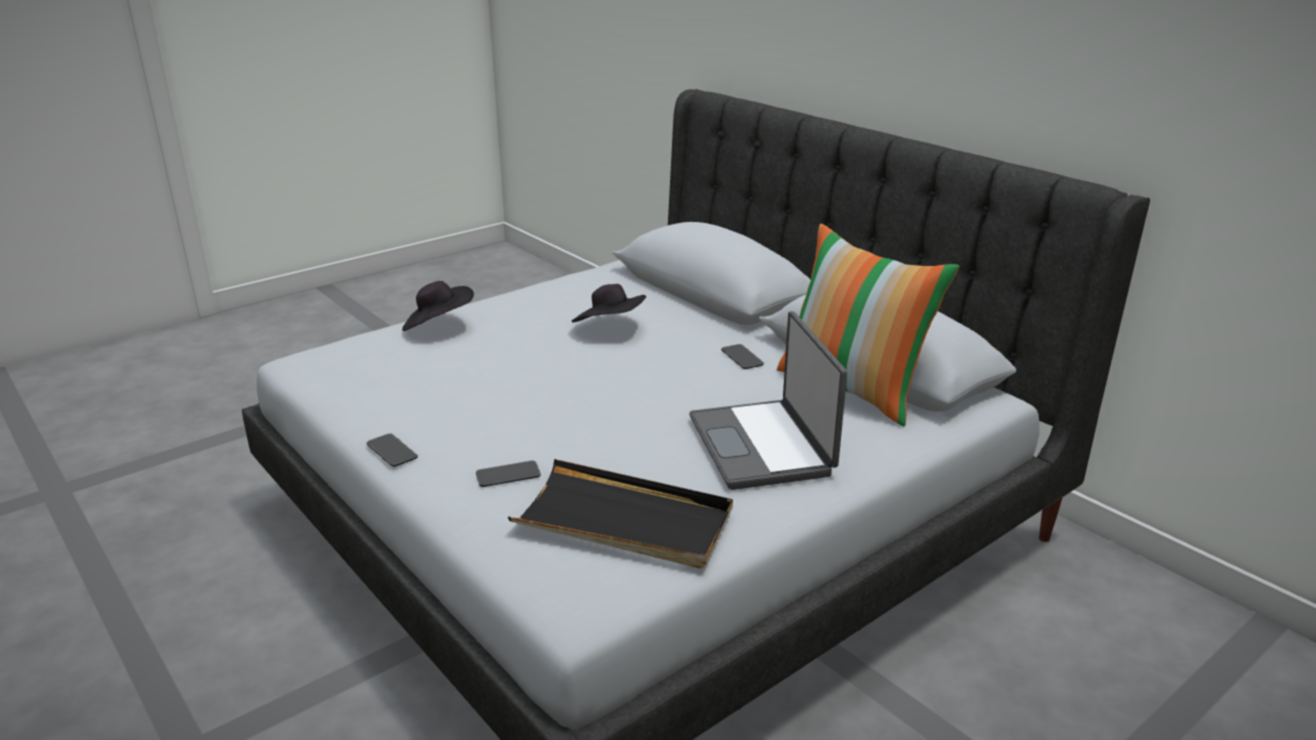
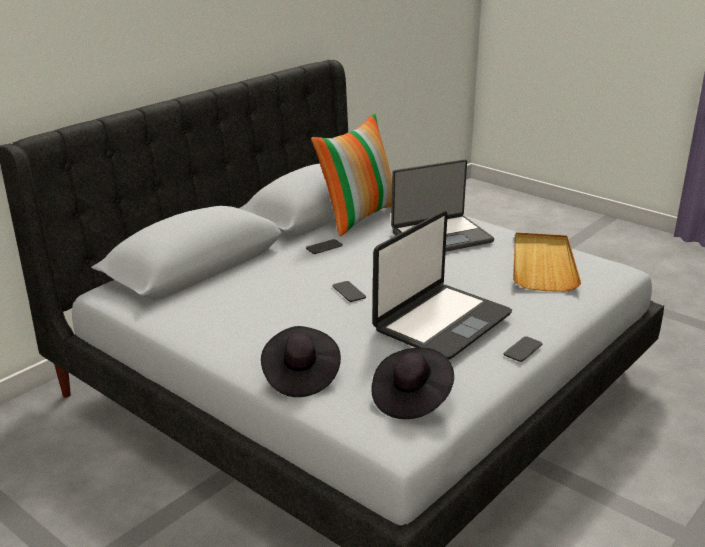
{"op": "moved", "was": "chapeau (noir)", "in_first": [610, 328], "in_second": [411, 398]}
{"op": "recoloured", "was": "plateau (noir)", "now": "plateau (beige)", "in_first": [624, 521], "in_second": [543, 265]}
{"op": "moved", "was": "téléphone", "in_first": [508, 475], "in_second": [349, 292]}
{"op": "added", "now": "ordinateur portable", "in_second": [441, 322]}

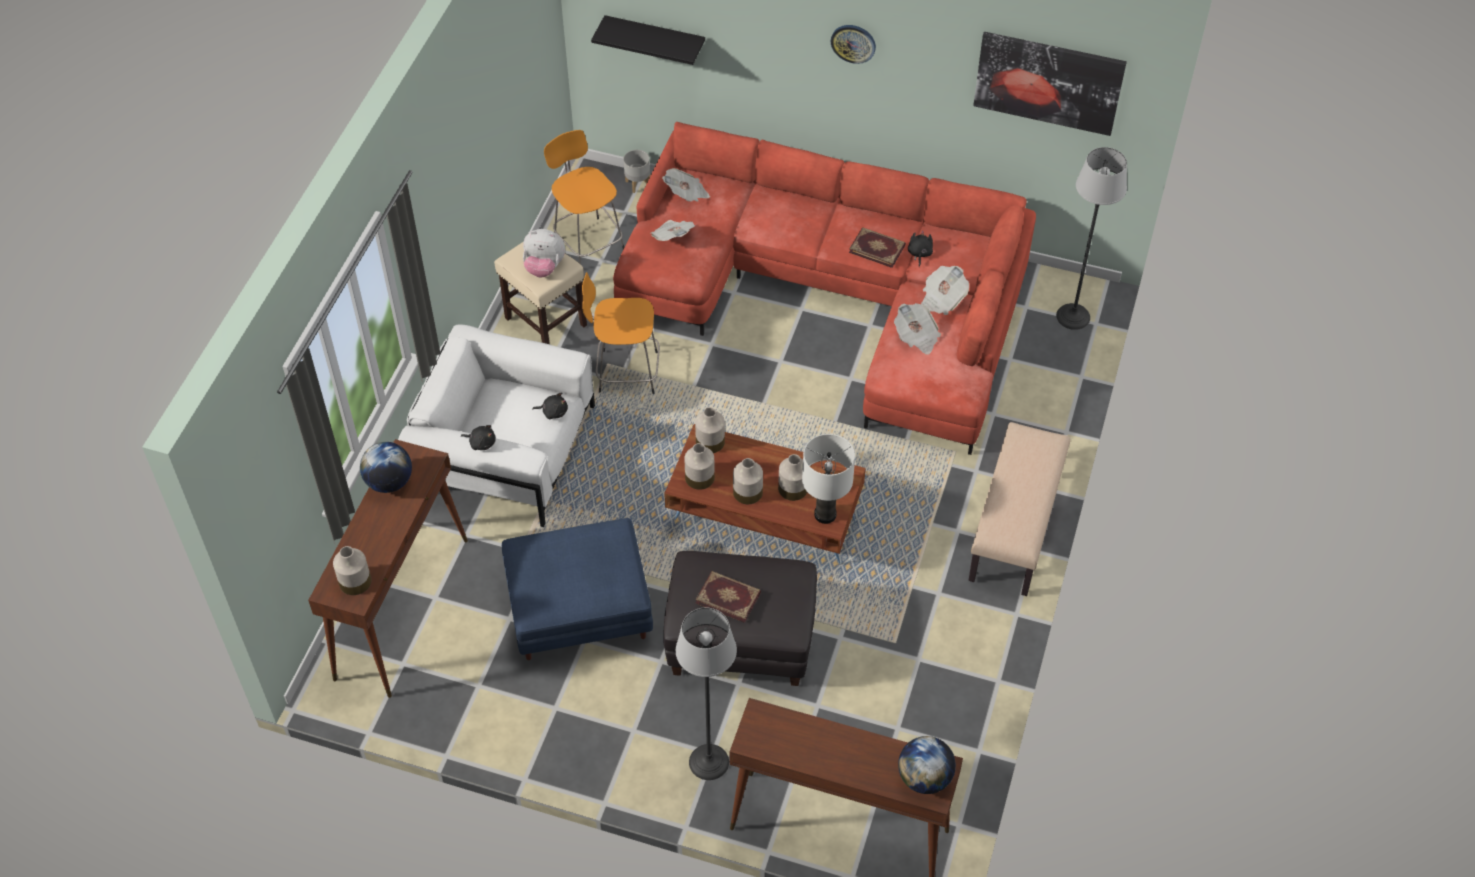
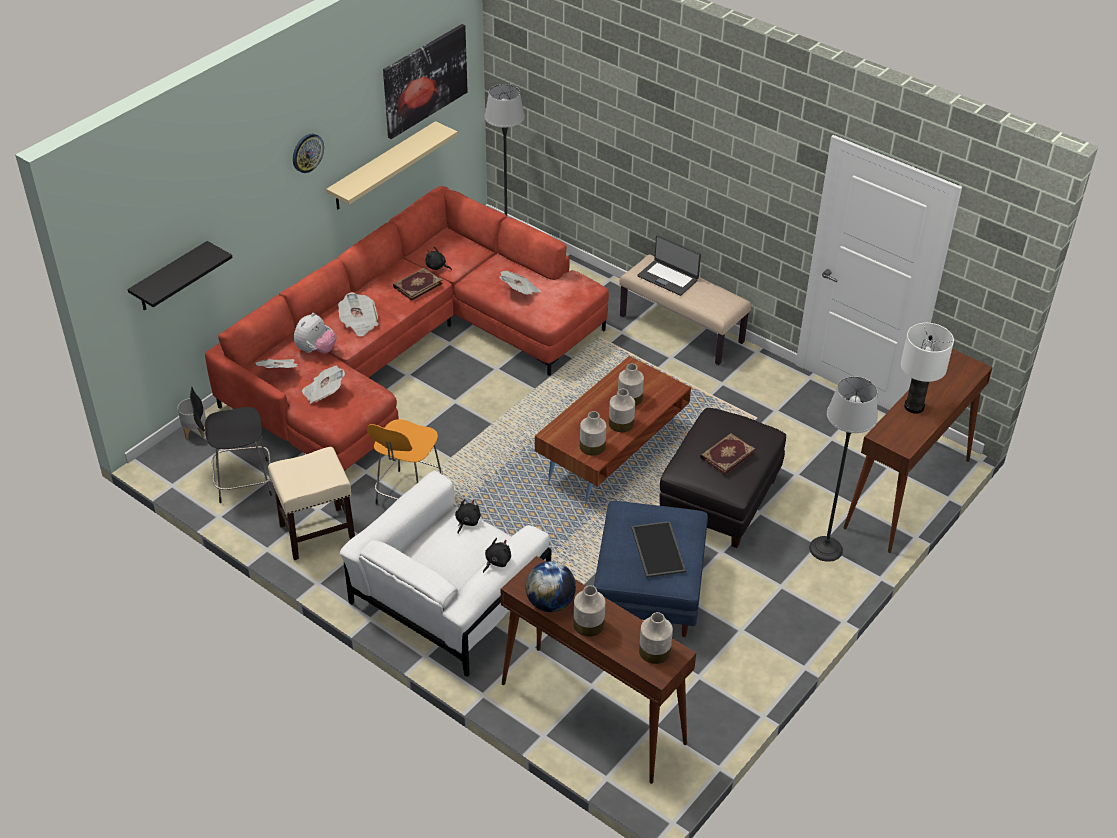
{"op": "recoloured", "was": "tabouret (orange)", "now": "tabouret (noir)", "in_first": [587, 242], "in_second": [241, 481]}
{"op": "moved", "was": "peluche", "in_first": [544, 267], "in_second": [316, 350]}
{"op": "moved", "was": "journal", "in_first": [942, 299], "in_second": [359, 323]}
{"op": "moved", "was": "vase (beige)", "in_first": [710, 441], "in_second": [588, 623]}
{"op": "moved", "was": "lampe de table (blanc)", "in_first": [825, 514], "in_second": [913, 406]}
{"op": "removed", "was": "globe", "in_first": [924, 777]}
{"op": "added", "now": "étagère (beige)", "in_second": [383, 166]}
{"op": "added", "now": "ordinateur portable", "in_second": [668, 277]}
{"op": "added", "now": "plateau", "in_second": [656, 549]}

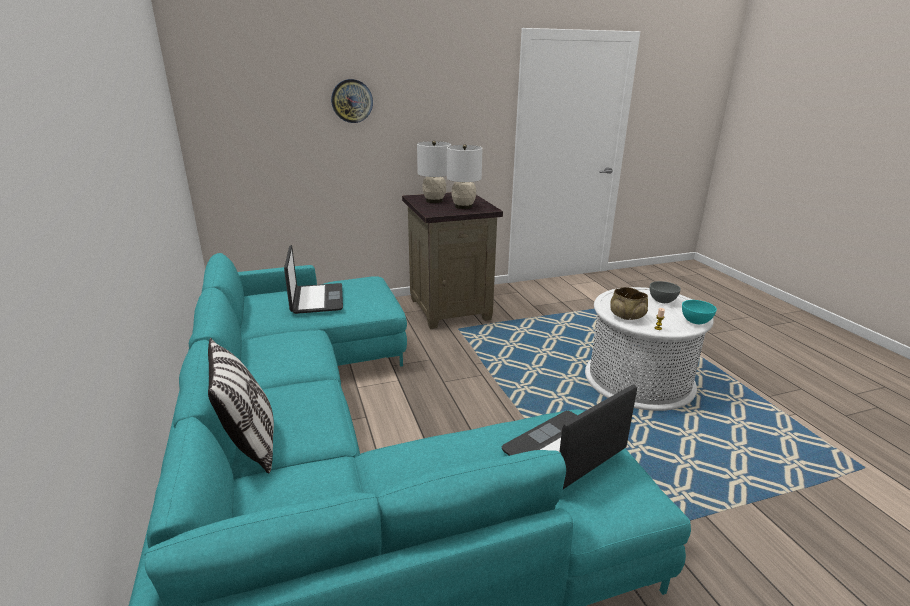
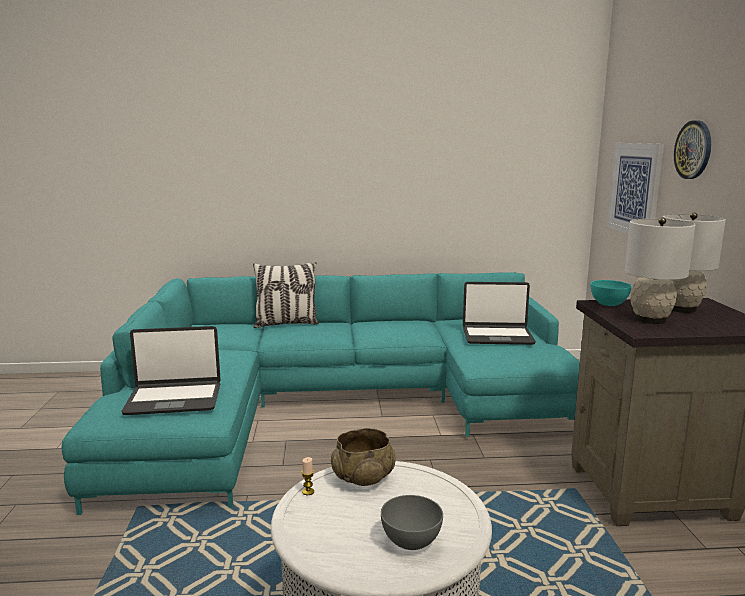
{"op": "moved", "was": "bol (turquoise)", "in_first": [695, 321], "in_second": [608, 304]}
{"op": "turned", "was": "ordinateur portable", "in_first": [564, 452], "in_second": [174, 399], "clockwise": 105}
{"op": "added", "now": "tableau", "in_second": [635, 189]}

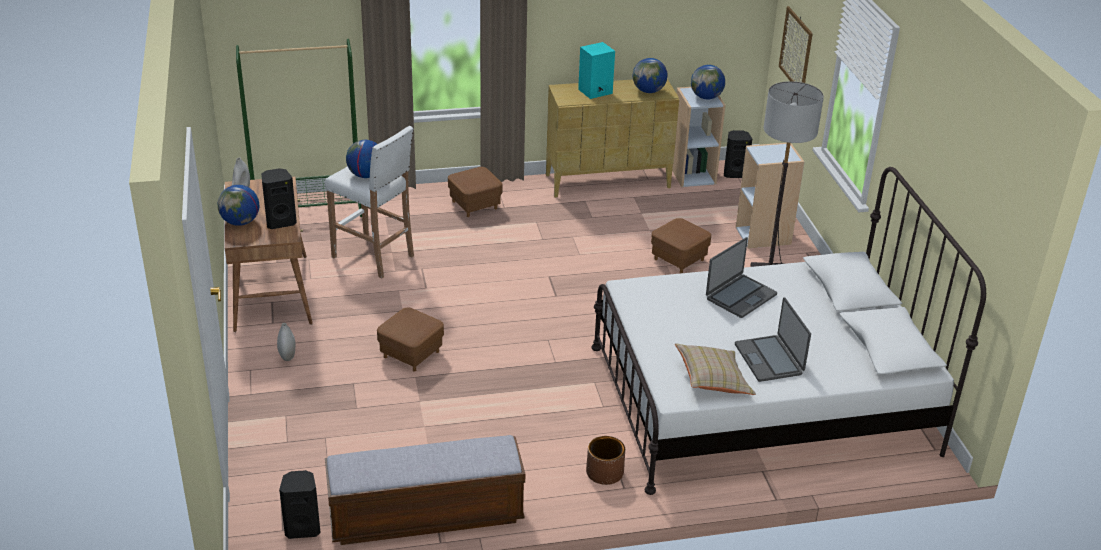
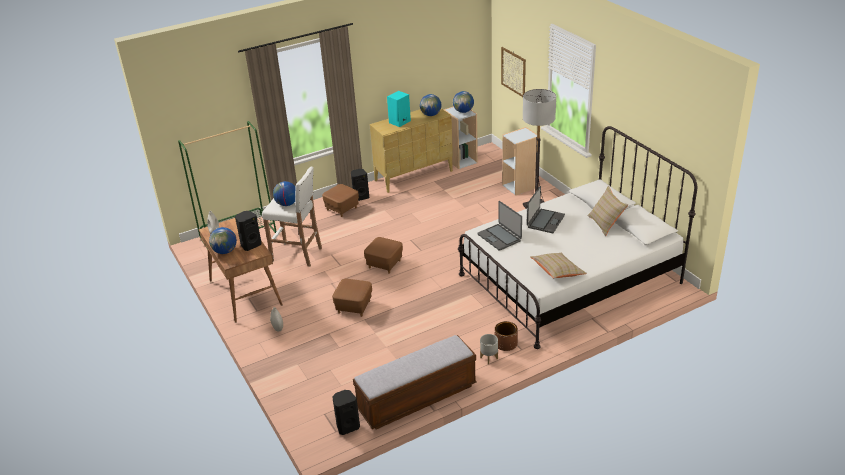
{"op": "moved", "was": "enceinte (noir)", "in_first": [734, 173], "in_second": [360, 197]}
{"op": "moved", "was": "pouf (marron)", "in_first": [679, 259], "in_second": [384, 264]}
{"op": "moved", "was": "ordinateur portable", "in_first": [769, 359], "in_second": [499, 237]}
{"op": "added", "now": "coussin (beige)", "in_second": [605, 224]}
{"op": "added", "now": "cache-pot (gris)", "in_second": [488, 358]}

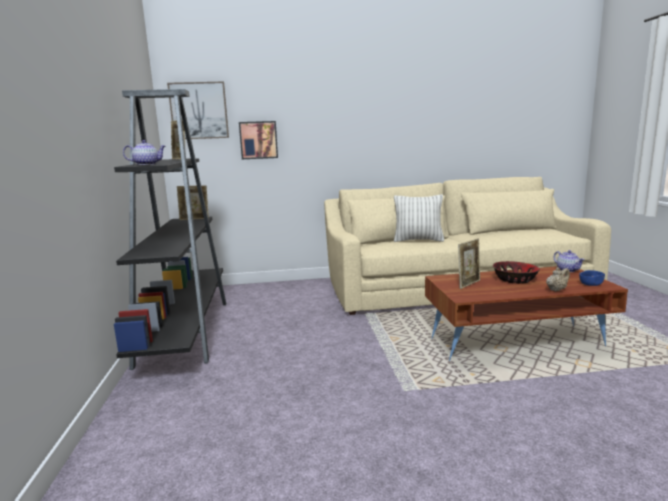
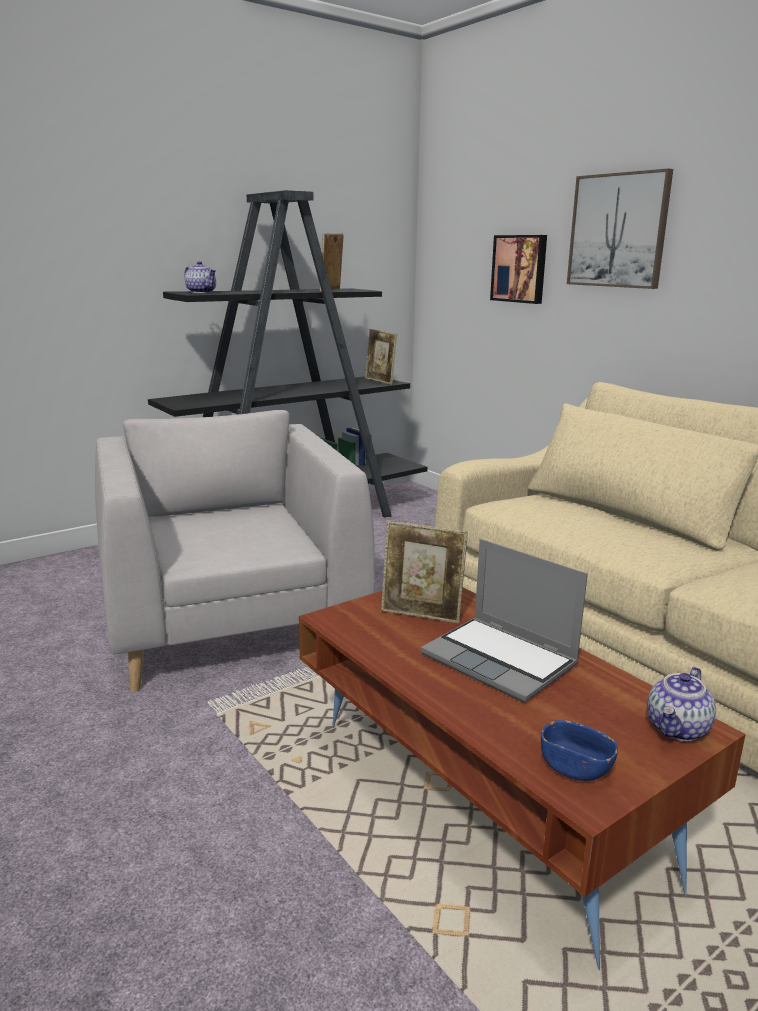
{"op": "moved", "was": "tableau", "in_first": [199, 111], "in_second": [618, 231]}
{"op": "removed", "was": "coussin", "in_first": [418, 240]}
{"op": "replaced", "was": "bol", "now": "ordinateur portable", "in_first": [515, 280], "in_second": [501, 660]}
{"op": "removed", "was": "théière (beige)", "in_first": [556, 290]}
{"op": "added", "now": "fauteuil (gris)", "in_second": [230, 621]}

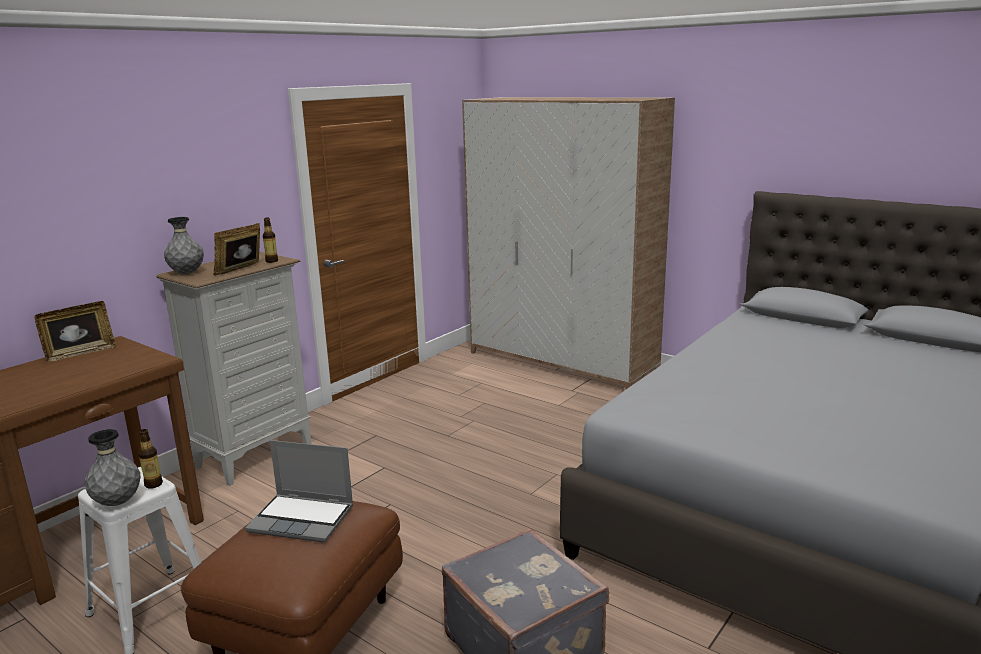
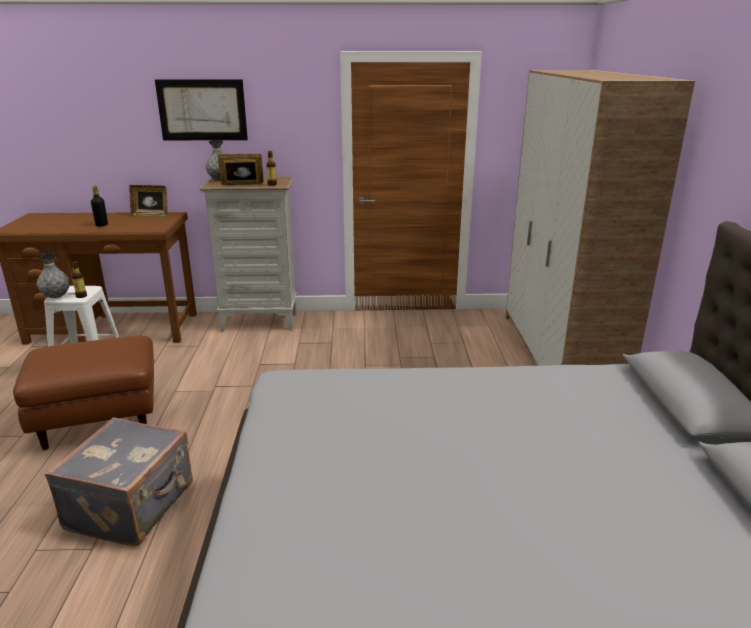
{"op": "removed", "was": "ordinateur portable", "in_first": [303, 519]}
{"op": "added", "now": "tableau", "in_second": [202, 110]}
{"op": "added", "now": "bouteille (noir)", "in_second": [101, 225]}

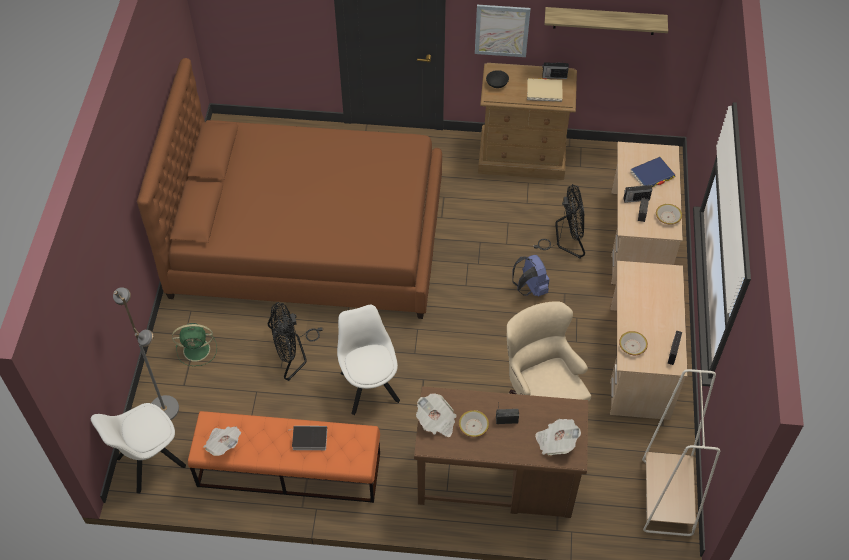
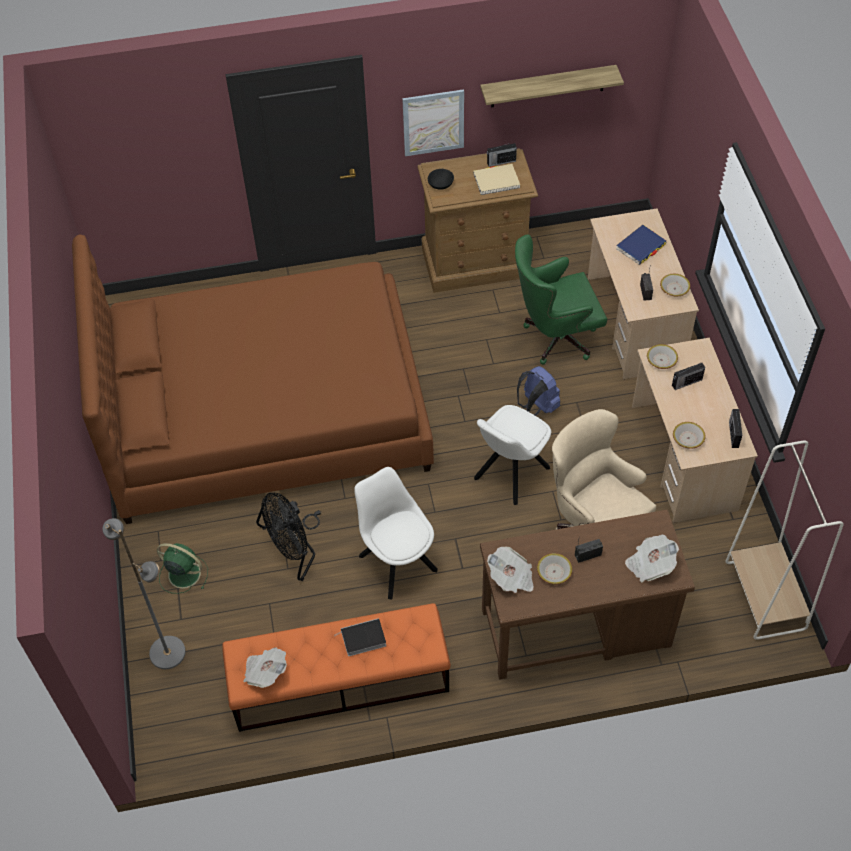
{"op": "replaced", "was": "ventilateur (noir)", "now": "chaise de bureau (vert)", "in_first": [565, 236], "in_second": [555, 339]}
{"op": "moved", "was": "radio", "in_first": [635, 199], "in_second": [686, 382]}
{"op": "turned", "was": "ventilateur (vert)", "in_first": [198, 349], "in_second": [183, 573], "clockwise": -135}
{"op": "moved", "was": "chaise (blanc)", "in_first": [150, 462], "in_second": [511, 473]}
{"op": "added", "now": "bol", "in_second": [661, 360]}

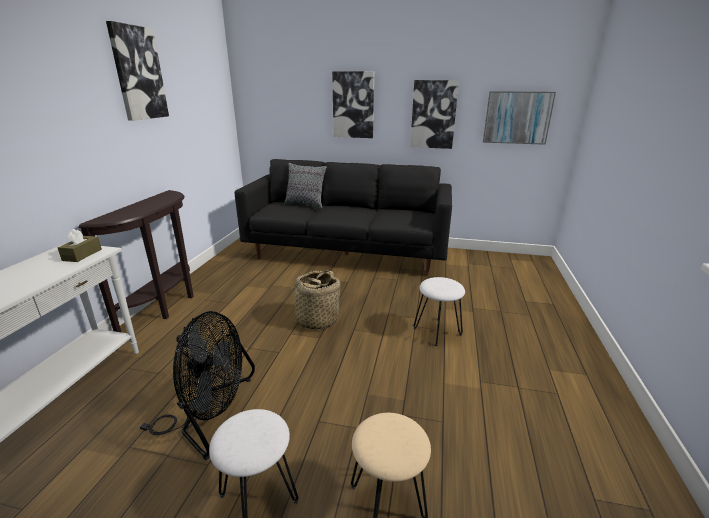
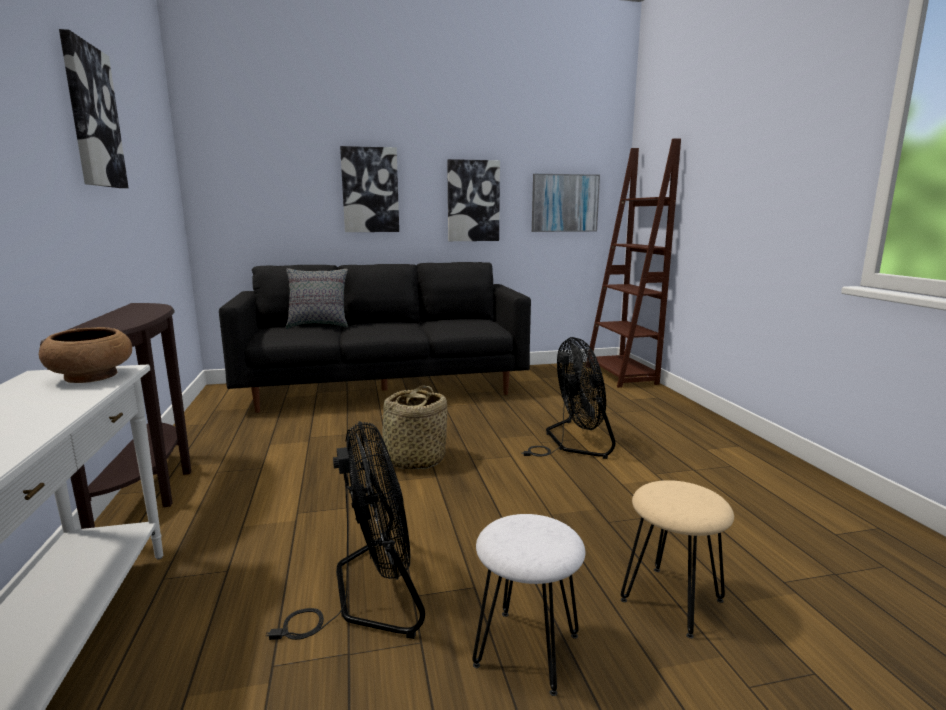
{"op": "replaced", "was": "boîte à mouchoirs (marron)", "now": "bol (marron)", "in_first": [82, 255], "in_second": [92, 377]}
{"op": "replaced", "was": "tabouret (blanc)", "now": "ventilateur (noir)", "in_first": [437, 331], "in_second": [568, 441]}
{"op": "added", "now": "bibliothèque (marron)", "in_second": [621, 375]}

